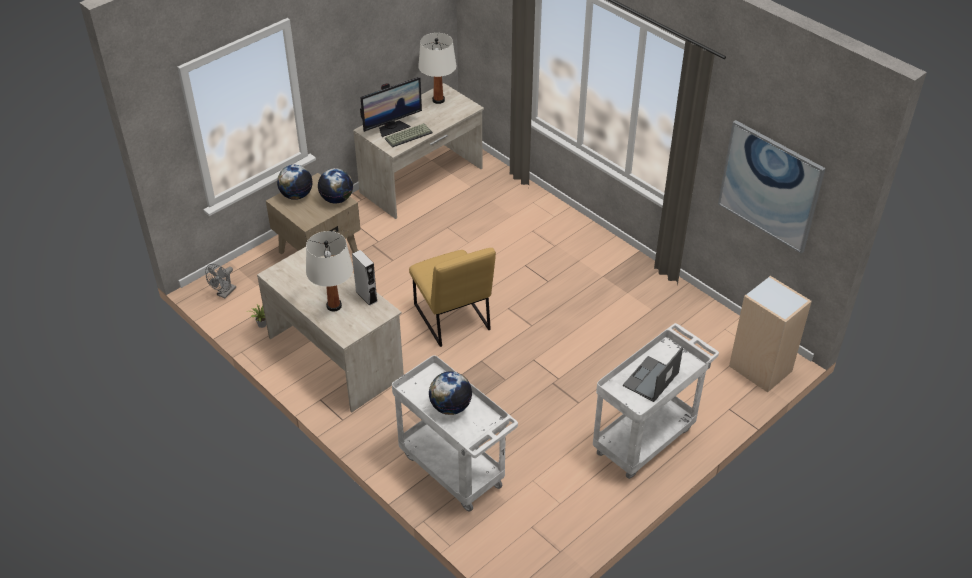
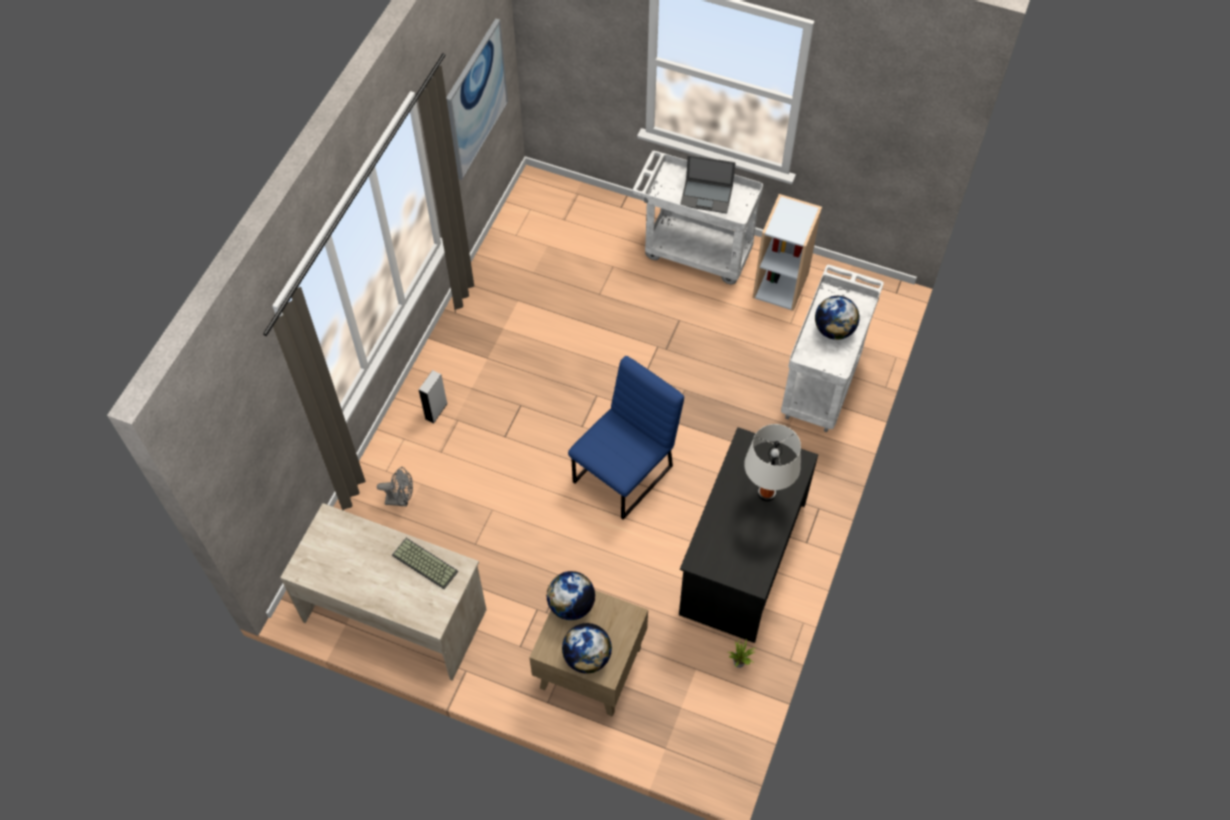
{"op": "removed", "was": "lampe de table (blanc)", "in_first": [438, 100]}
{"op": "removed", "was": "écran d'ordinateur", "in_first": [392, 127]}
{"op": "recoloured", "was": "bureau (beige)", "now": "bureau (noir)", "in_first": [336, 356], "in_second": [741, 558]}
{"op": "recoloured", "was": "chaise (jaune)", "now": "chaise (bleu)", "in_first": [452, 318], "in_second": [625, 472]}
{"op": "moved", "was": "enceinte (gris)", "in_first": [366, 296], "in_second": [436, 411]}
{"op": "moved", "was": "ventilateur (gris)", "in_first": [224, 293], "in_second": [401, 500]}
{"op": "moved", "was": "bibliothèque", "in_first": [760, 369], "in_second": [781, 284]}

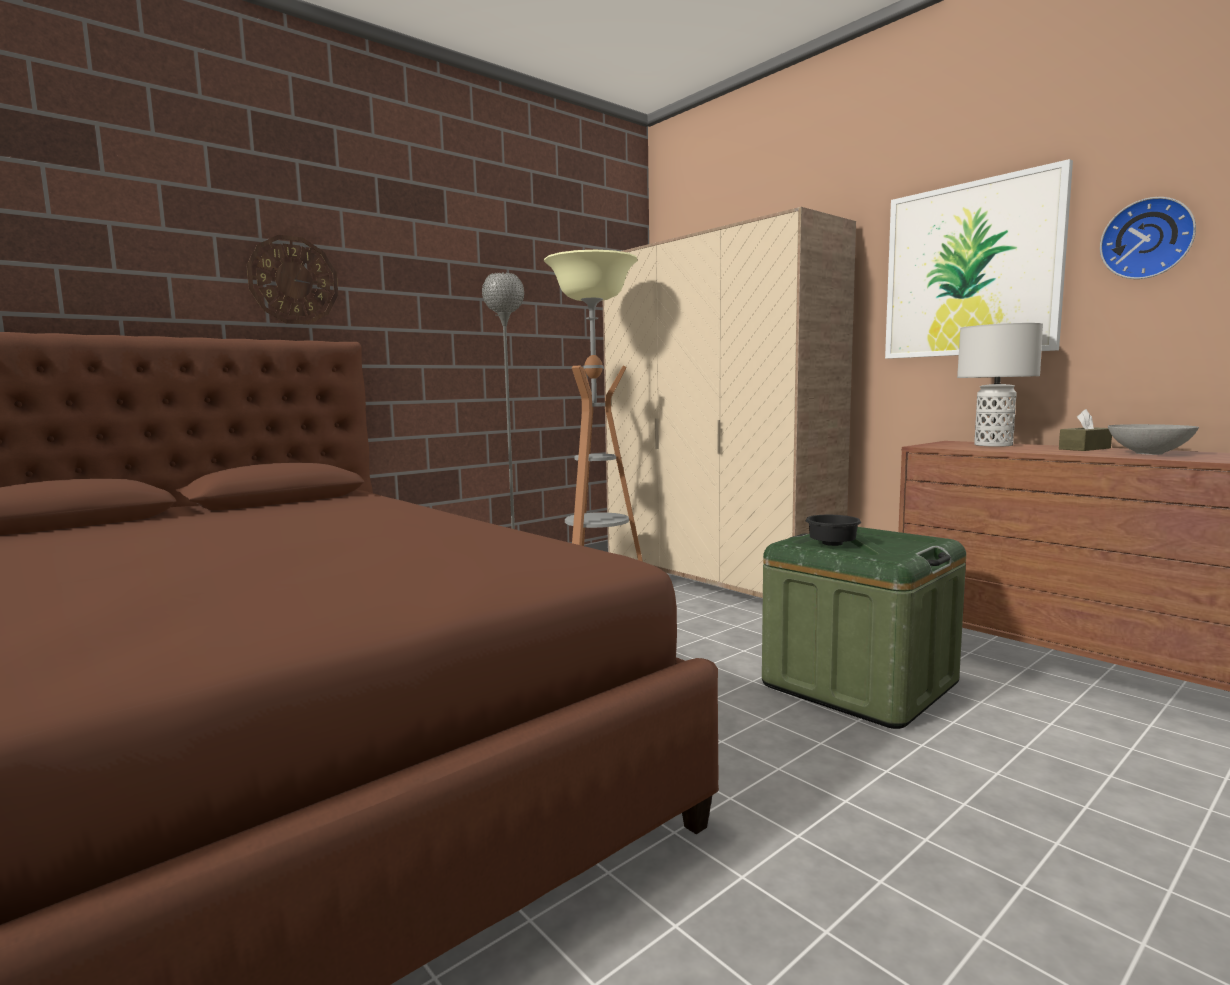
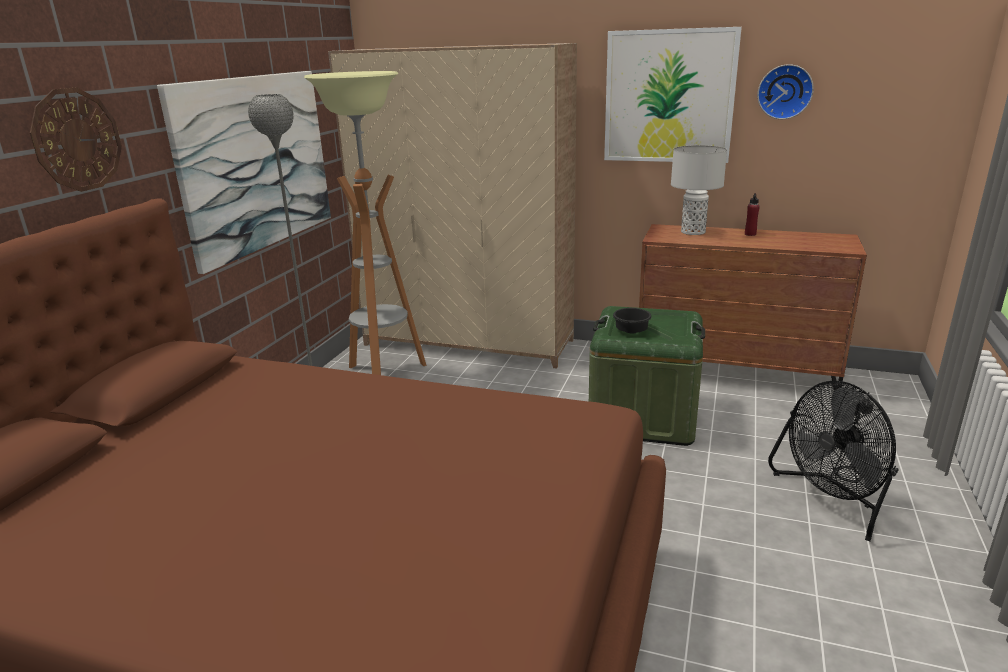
{"op": "replaced", "was": "boîte à mouchoirs (marron)", "now": "bouteille (rouge)", "in_first": [1084, 448], "in_second": [750, 234]}
{"op": "removed", "was": "bol (gris)", "in_first": [1150, 453]}
{"op": "added", "now": "tableau", "in_second": [256, 163]}
{"op": "added", "now": "ventilateur (noir)", "in_second": [832, 496]}

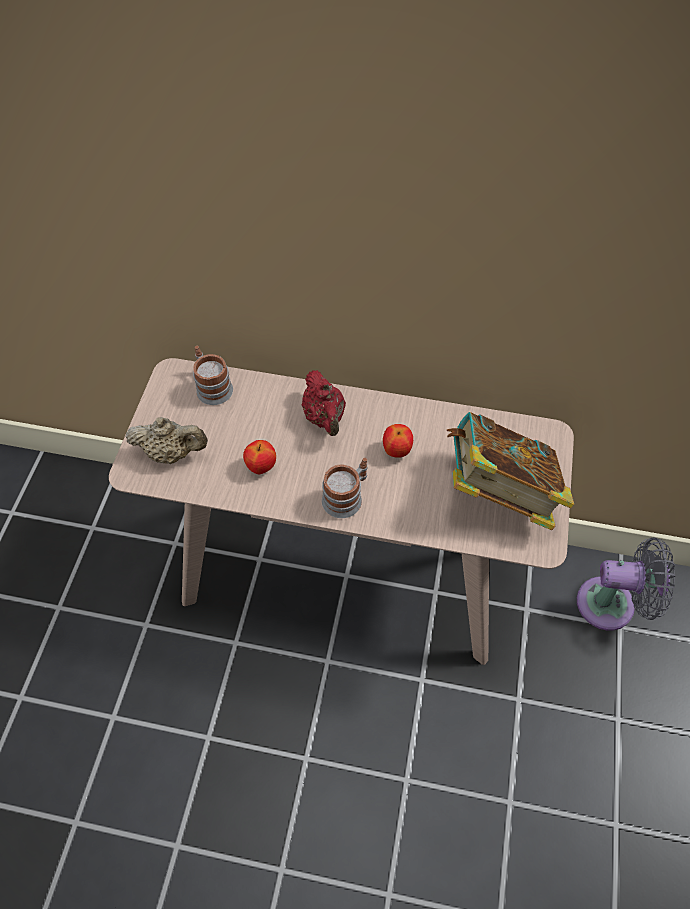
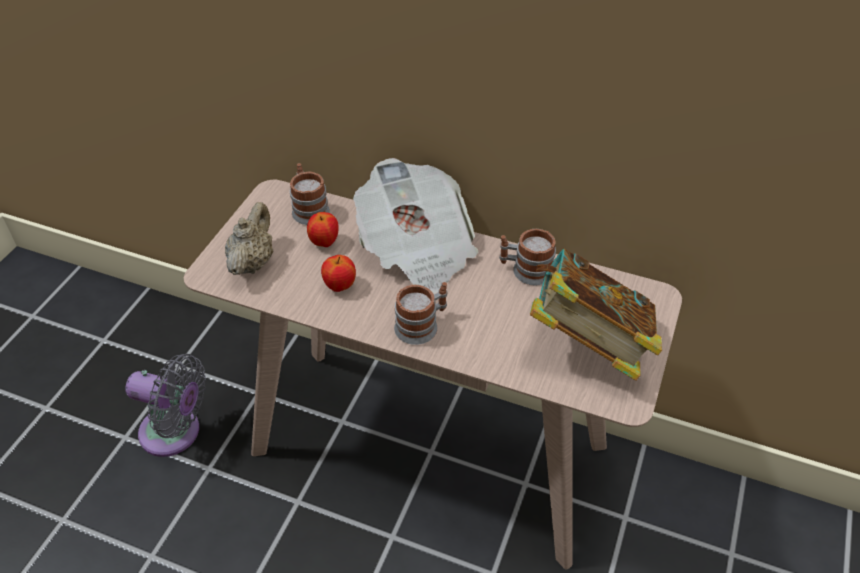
{"op": "replaced", "was": "théière (rouge)", "now": "journal", "in_first": [325, 418], "in_second": [417, 250]}
{"op": "turned", "was": "théière (beige)", "in_first": [172, 453], "in_second": [252, 262], "clockwise": -90}
{"op": "moved", "was": "pomme", "in_first": [396, 451], "in_second": [324, 242]}
{"op": "moved", "was": "ventilateur (gris)", "in_first": [612, 604], "in_second": [176, 433]}
{"op": "added", "now": "mug", "in_second": [525, 270]}

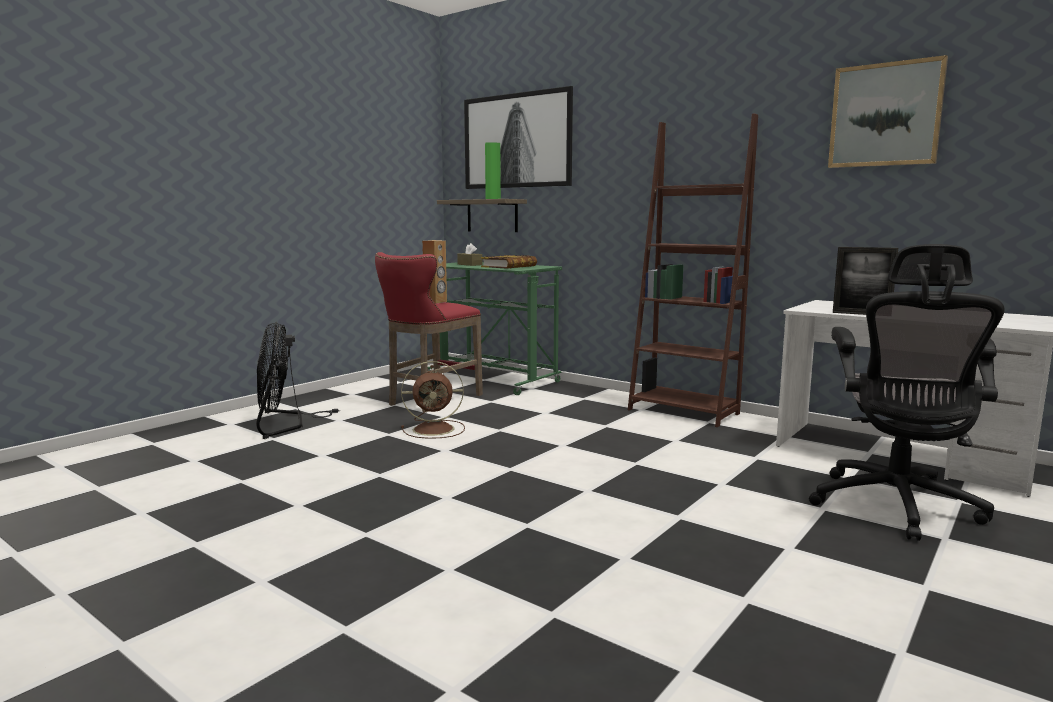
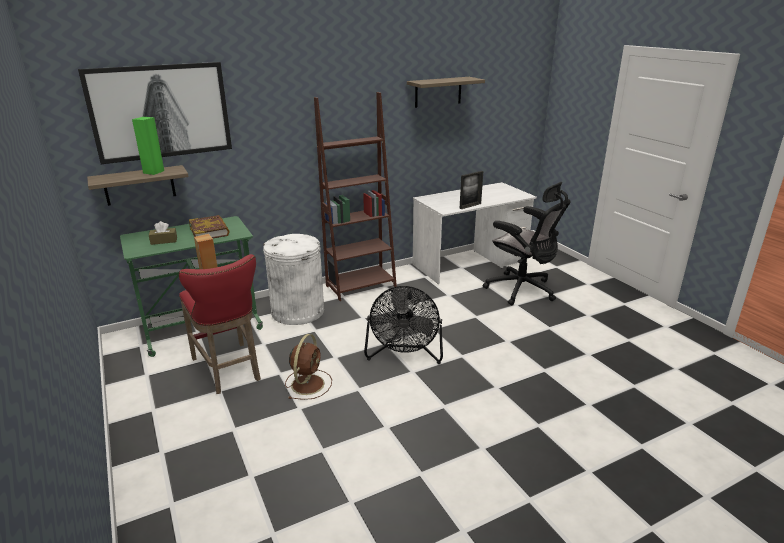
{"op": "replaced", "was": "tableau", "now": "étagère", "in_first": [885, 115], "in_second": [438, 92]}
{"op": "moved", "was": "ventilateur (noir)", "in_first": [286, 422], "in_second": [402, 353]}
{"op": "added", "now": "poubelle (blanc)", "in_second": [297, 311]}

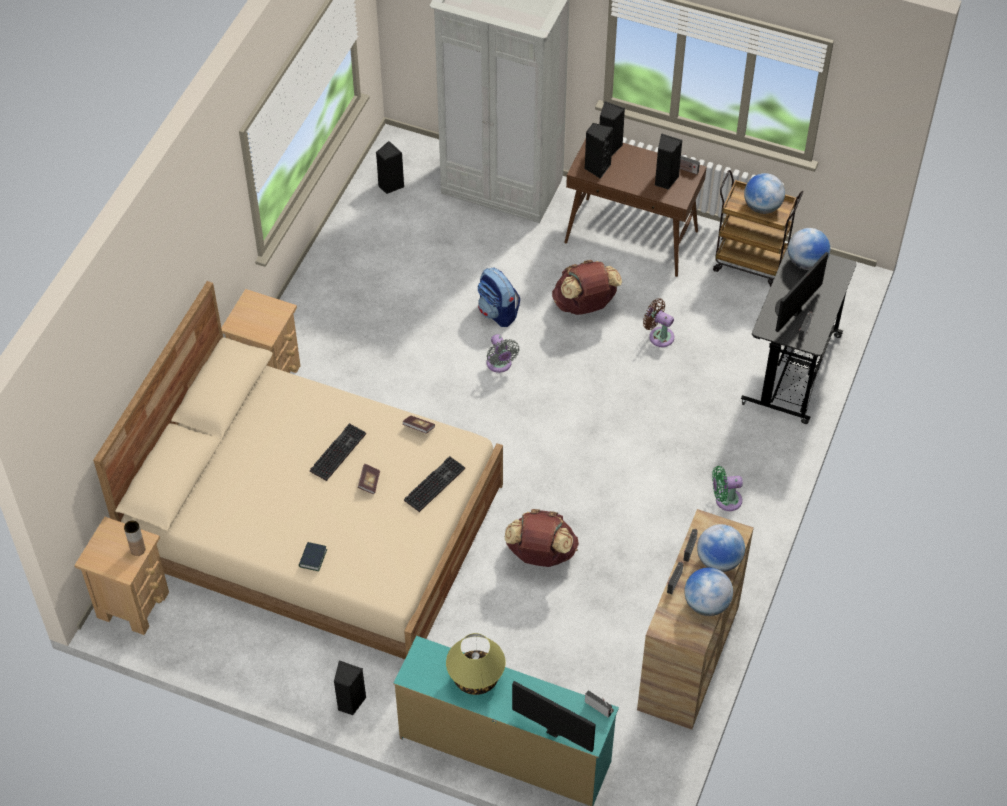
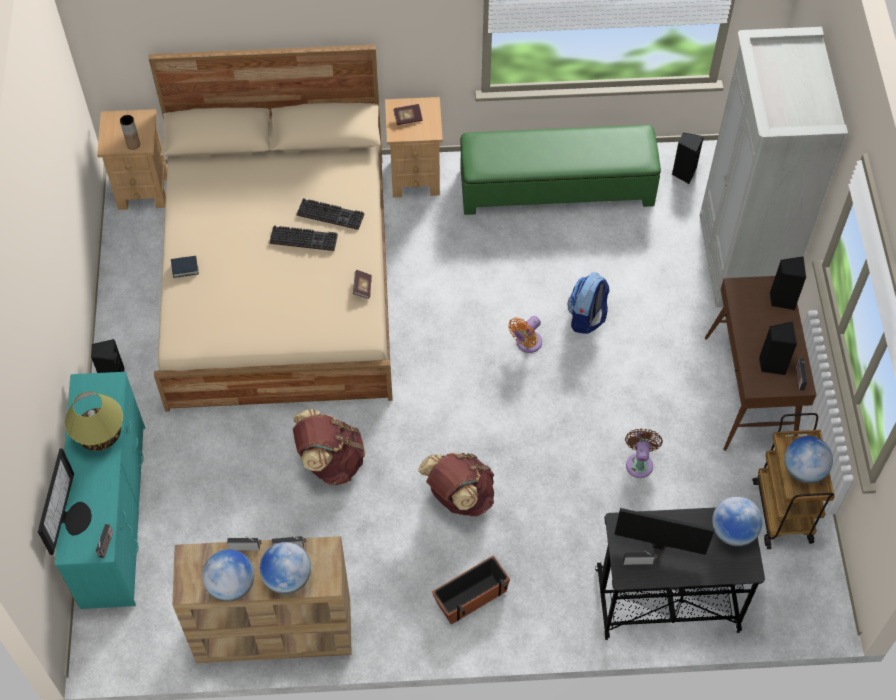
{"op": "removed", "was": "enceinte (noir)", "in_first": [597, 168]}
{"op": "moved", "was": "sac à dos (marron)", "in_first": [584, 305], "in_second": [459, 497]}
{"op": "recoloured", "was": "ventilateur (gris)", "now": "ventilateur (orange)", "in_first": [500, 365], "in_second": [526, 343]}
{"op": "moved", "was": "clavier", "in_first": [434, 483], "in_second": [332, 214]}
{"op": "moved", "was": "livre", "in_first": [369, 482], "in_second": [408, 118]}
{"op": "replaced", "was": "ventilateur (vert)", "now": "cache-pot", "in_first": [725, 500], "in_second": [471, 597]}
{"op": "added", "now": "banc (vert)", "in_second": [557, 186]}

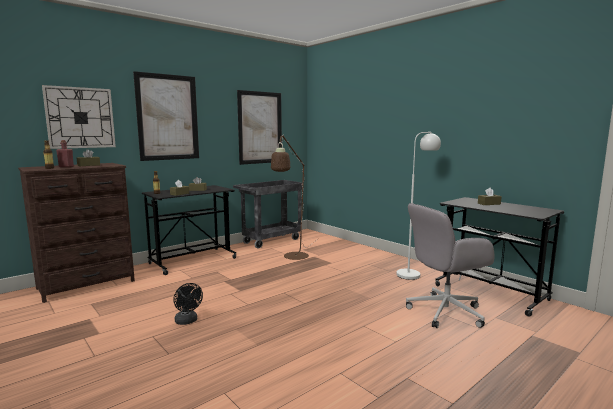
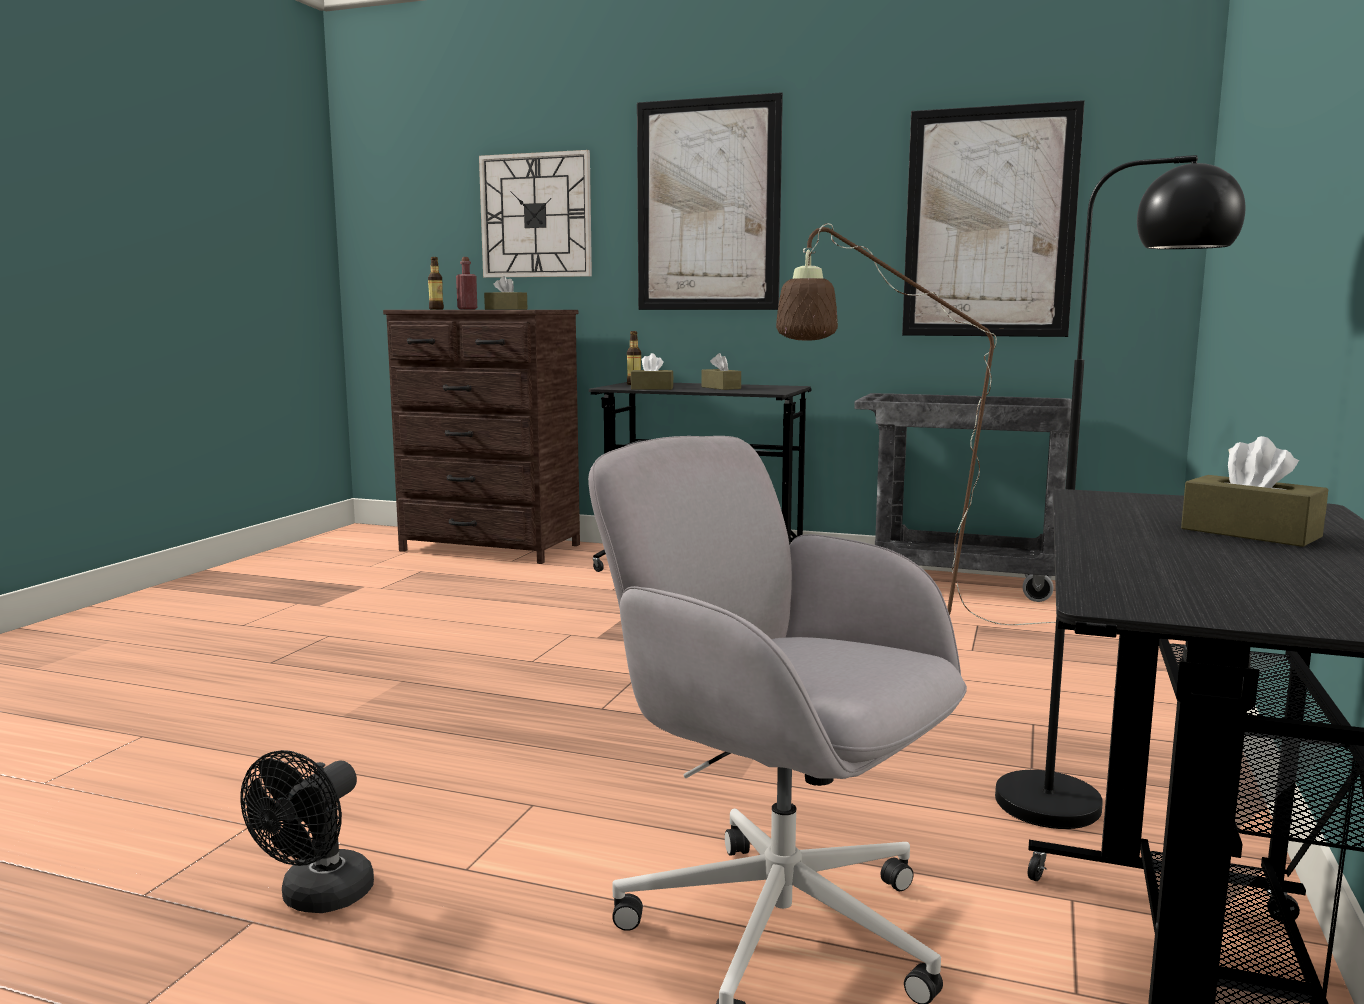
{"op": "recoloured", "was": "lampadaire (blanc)", "now": "lampadaire (noir)", "in_first": [413, 274], "in_second": [1081, 813]}
{"op": "moved", "was": "ventilateur (noir)", "in_first": [187, 321], "in_second": [318, 899]}

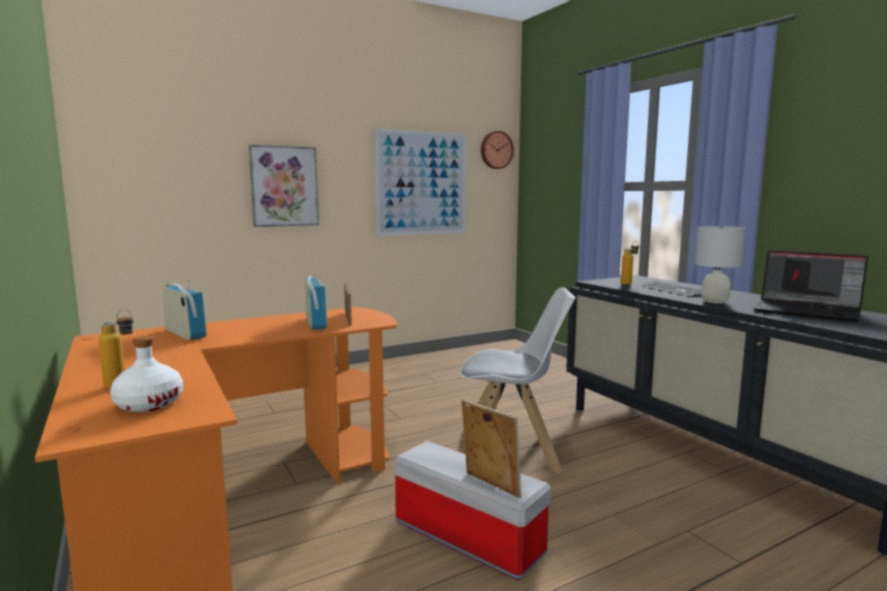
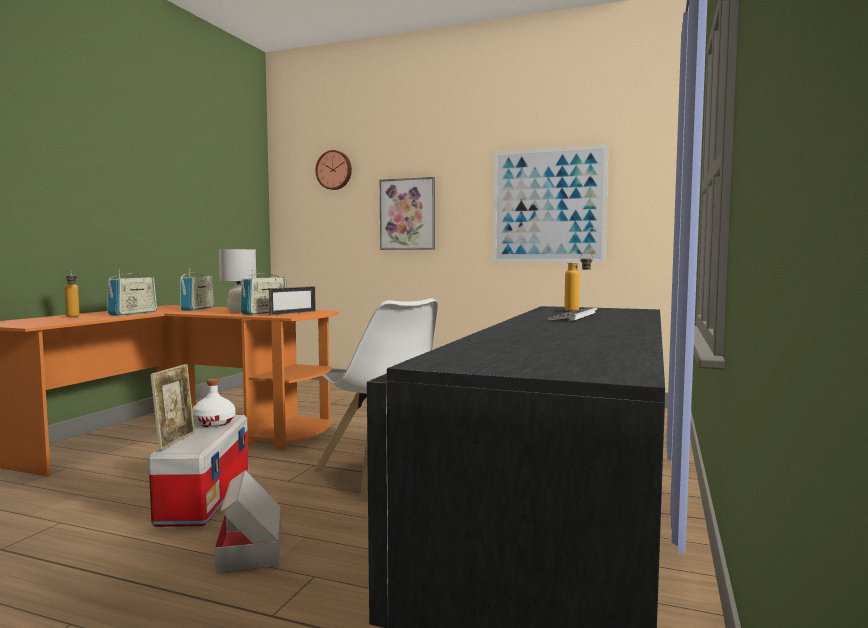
{"op": "moved", "was": "horloge murale", "in_first": [496, 150], "in_second": [334, 170]}
{"op": "moved", "was": "lampe de table (gris)", "in_first": [715, 302], "in_second": [239, 311]}
{"op": "removed", "was": "ordinateur portable", "in_first": [808, 311]}
{"op": "moved", "was": "bouteille (blanc)", "in_first": [148, 404], "in_second": [214, 423]}
{"op": "added", "now": "radio", "in_second": [133, 313]}
{"op": "added", "now": "carton", "in_second": [251, 548]}

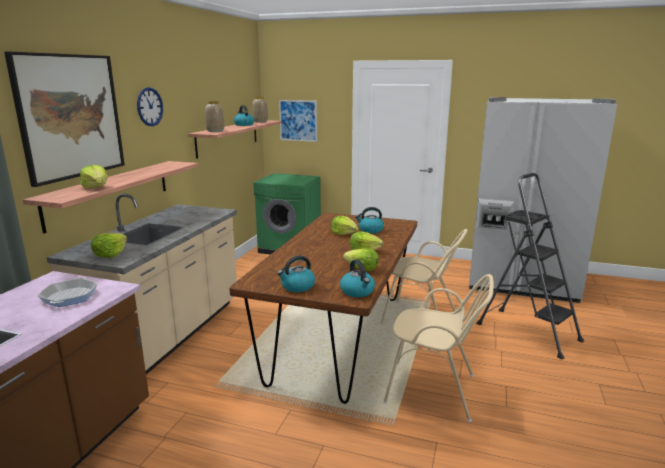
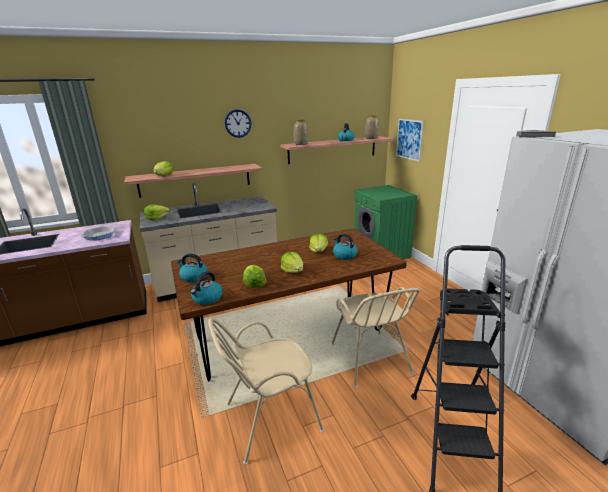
{"op": "removed", "was": "tableau", "in_first": [70, 116]}
{"op": "turned", "was": "chaise (beige)", "in_first": [435, 390], "in_second": [269, 419], "clockwise": 90}

